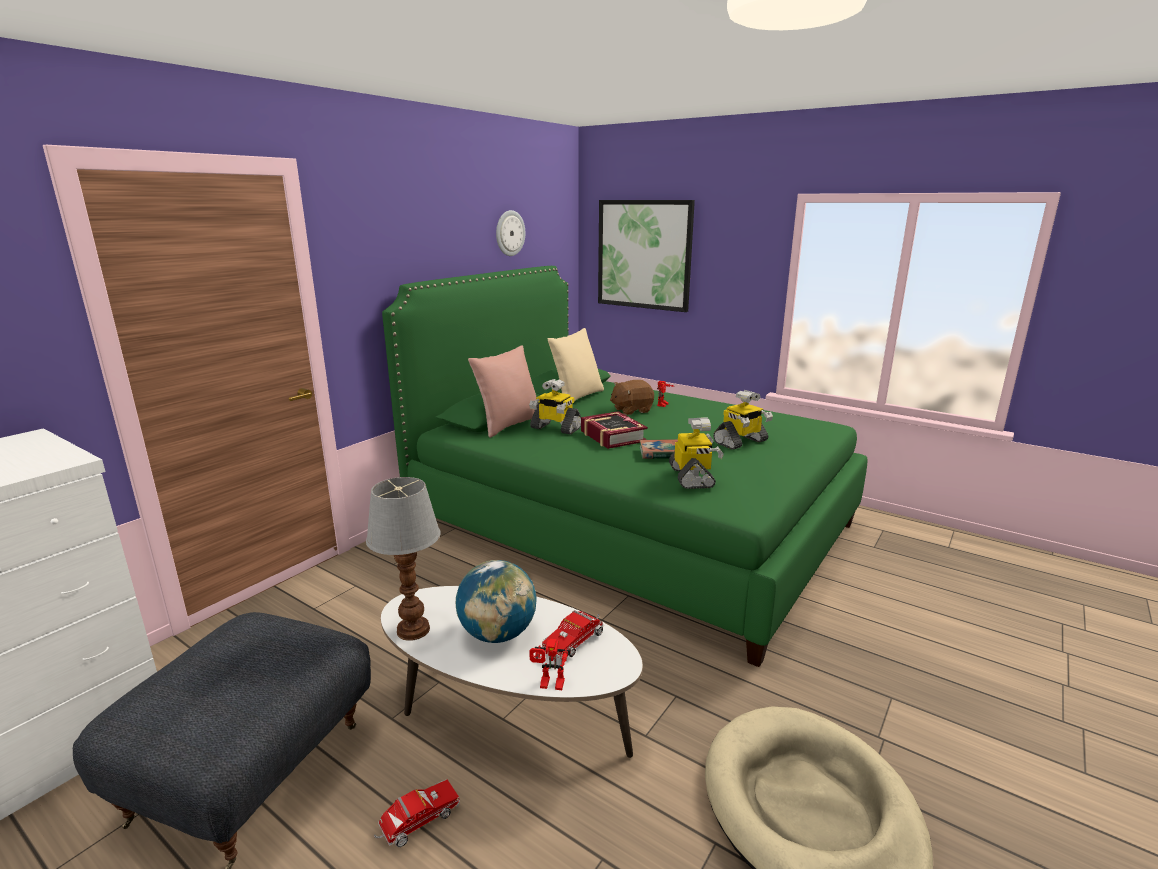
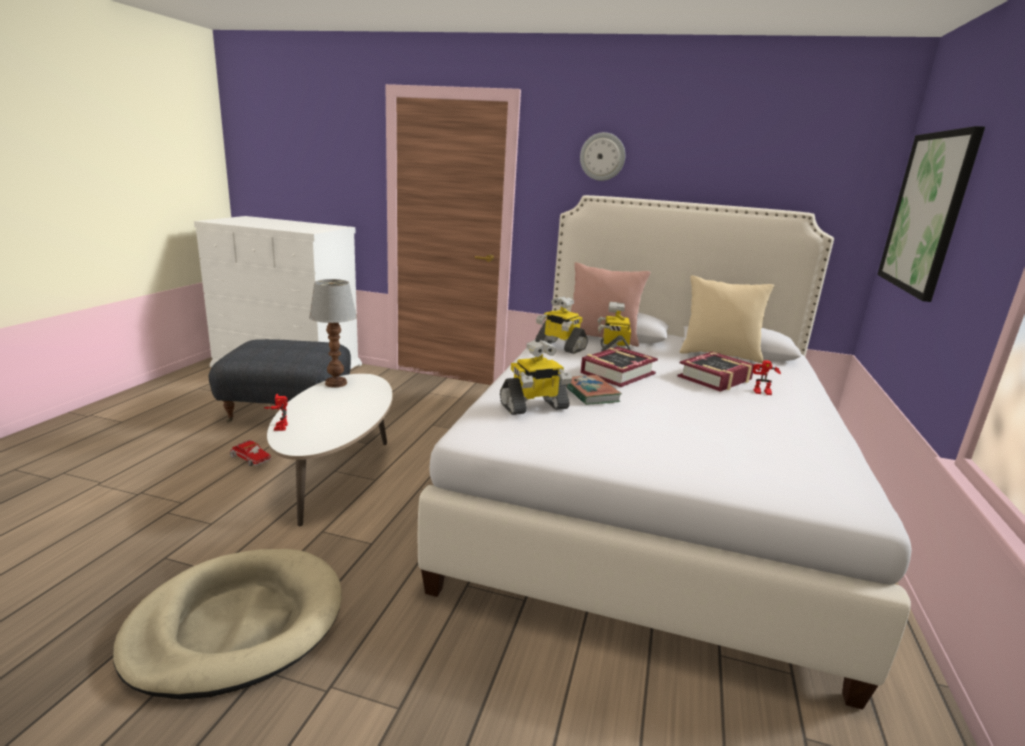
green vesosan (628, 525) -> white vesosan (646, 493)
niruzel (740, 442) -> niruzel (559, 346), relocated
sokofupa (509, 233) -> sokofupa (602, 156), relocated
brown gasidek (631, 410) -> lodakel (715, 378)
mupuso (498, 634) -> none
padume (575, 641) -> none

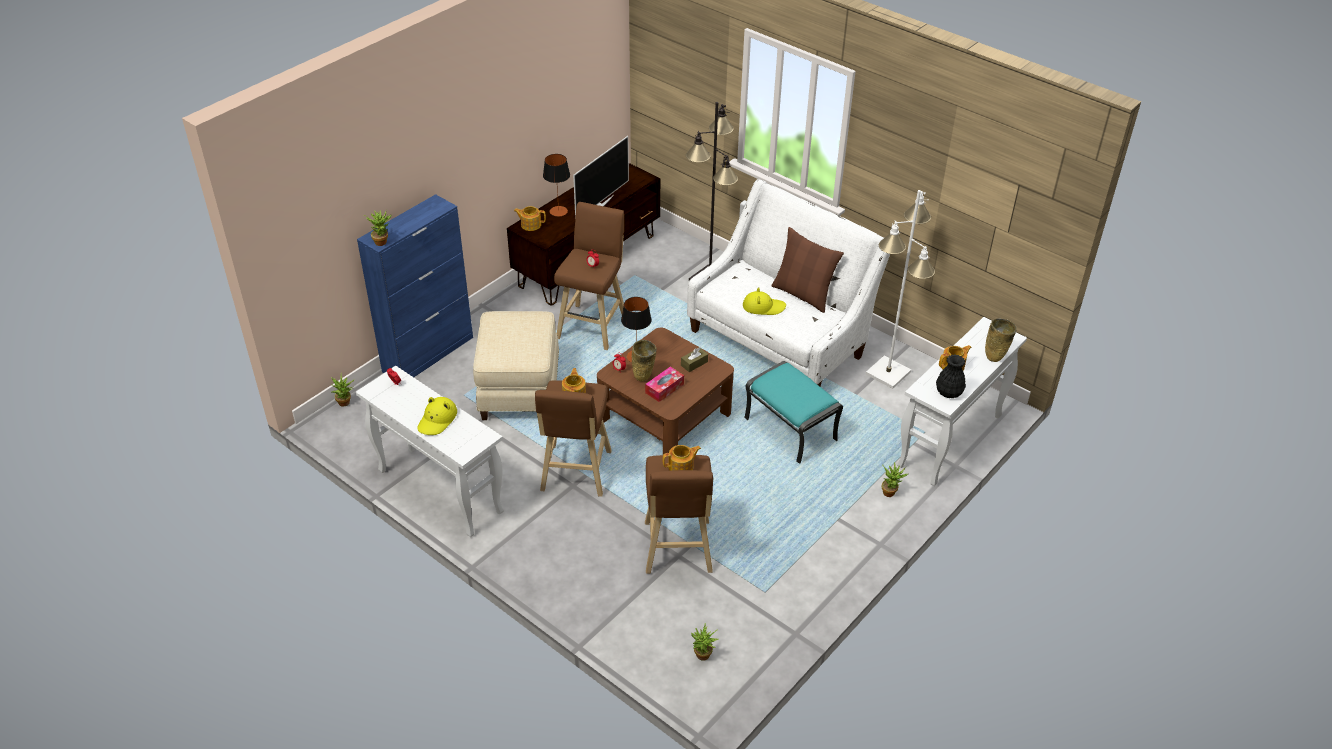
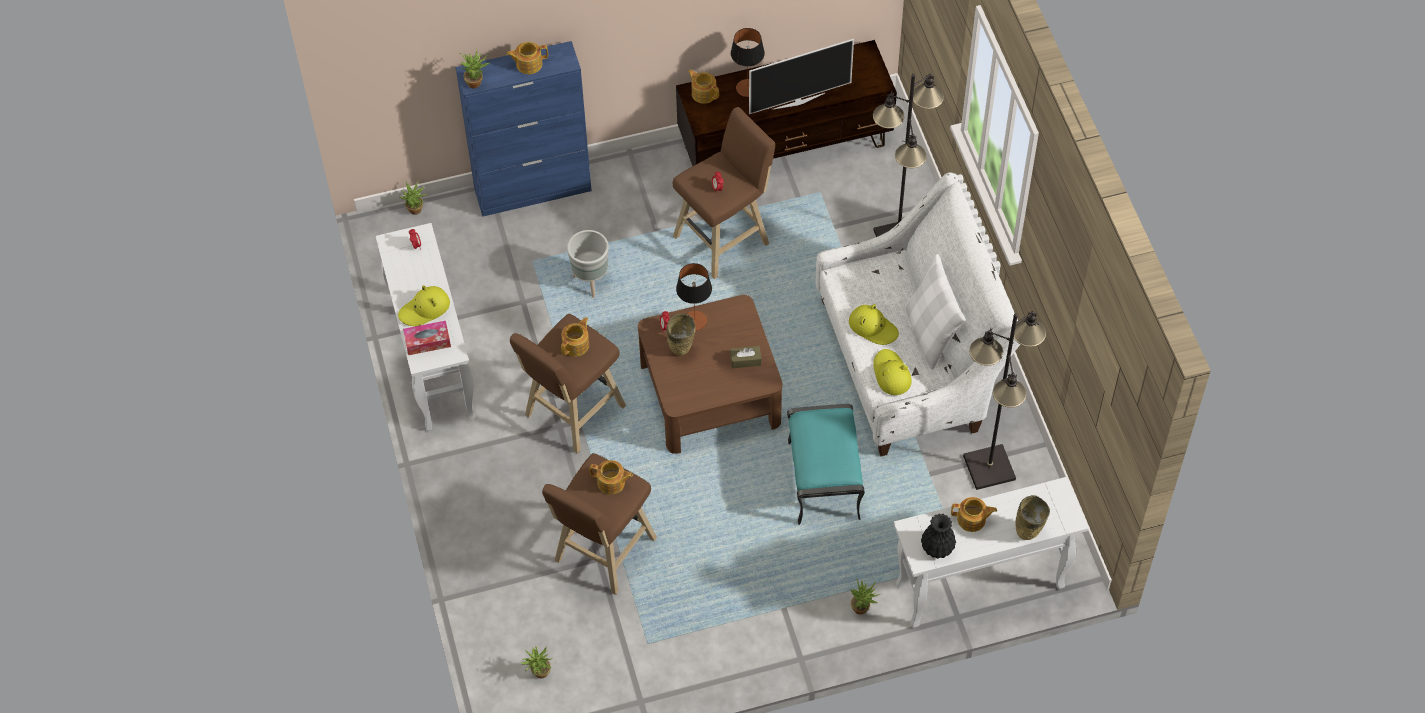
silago (664, 388) -> silago (427, 341), relocated
none -> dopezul (528, 64)
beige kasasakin (518, 388) -> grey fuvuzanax (590, 281)
none -> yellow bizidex (891, 374)
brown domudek (803, 294) -> white domudek (930, 333)
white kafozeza (888, 373) -> black kafozeza (990, 468)

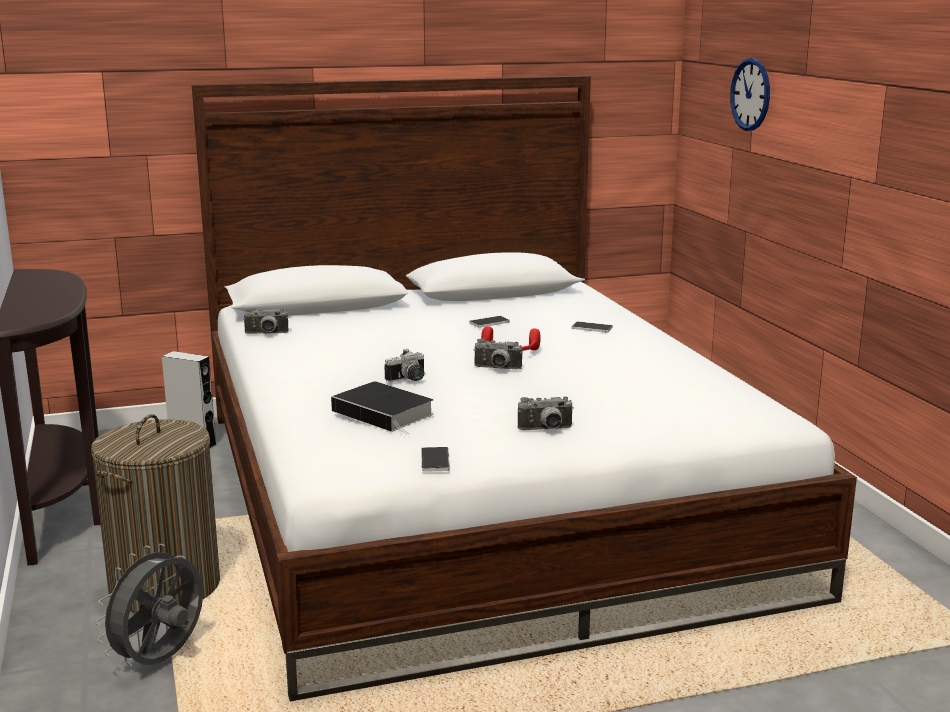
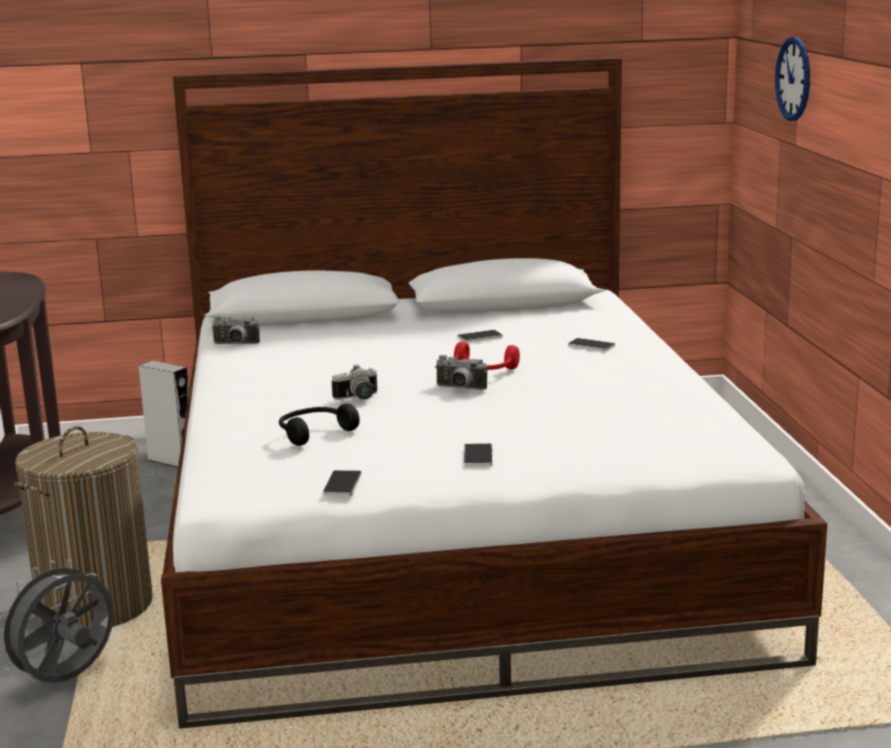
lodakel (385, 413) -> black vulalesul (314, 433)
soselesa (546, 430) -> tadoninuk (478, 457)

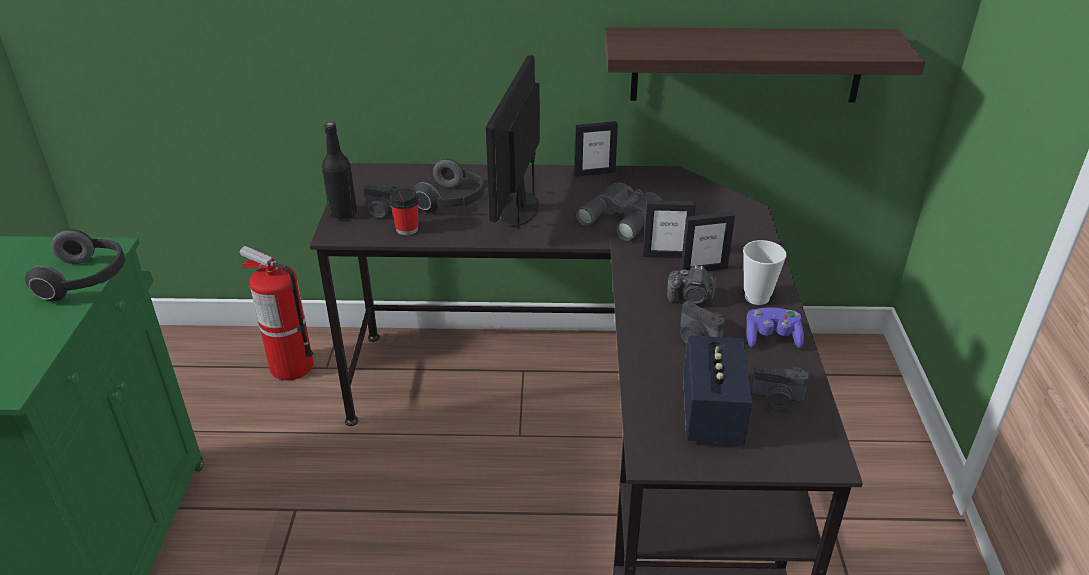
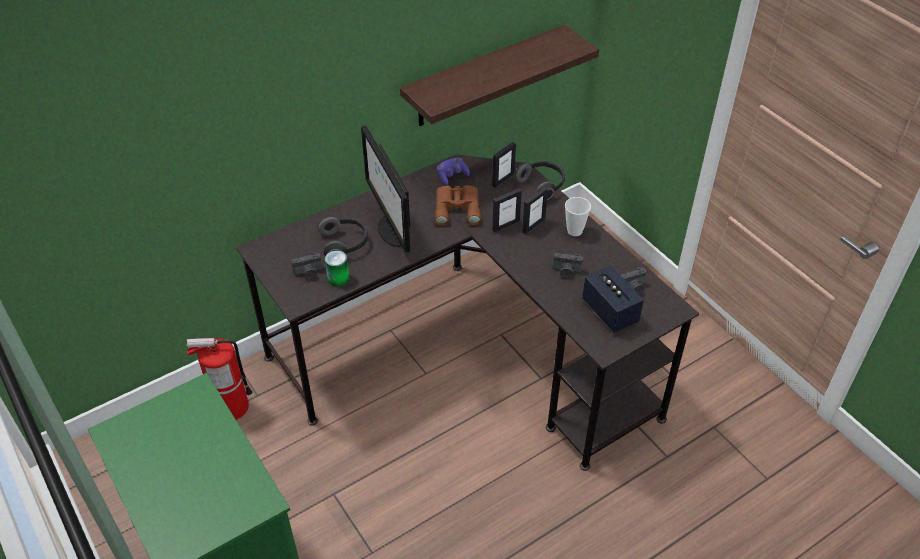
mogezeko (407, 229) -> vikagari (338, 278)
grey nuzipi (623, 216) -> brown nuzipi (457, 208)
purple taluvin (771, 338) -> purple taluvin (452, 176), relocated
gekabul (594, 173) -> gekabul (503, 179), relocated
vulalesul (86, 280) -> vulalesul (542, 186), relocated
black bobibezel (343, 213) -> none
soselesa (691, 298) -> none

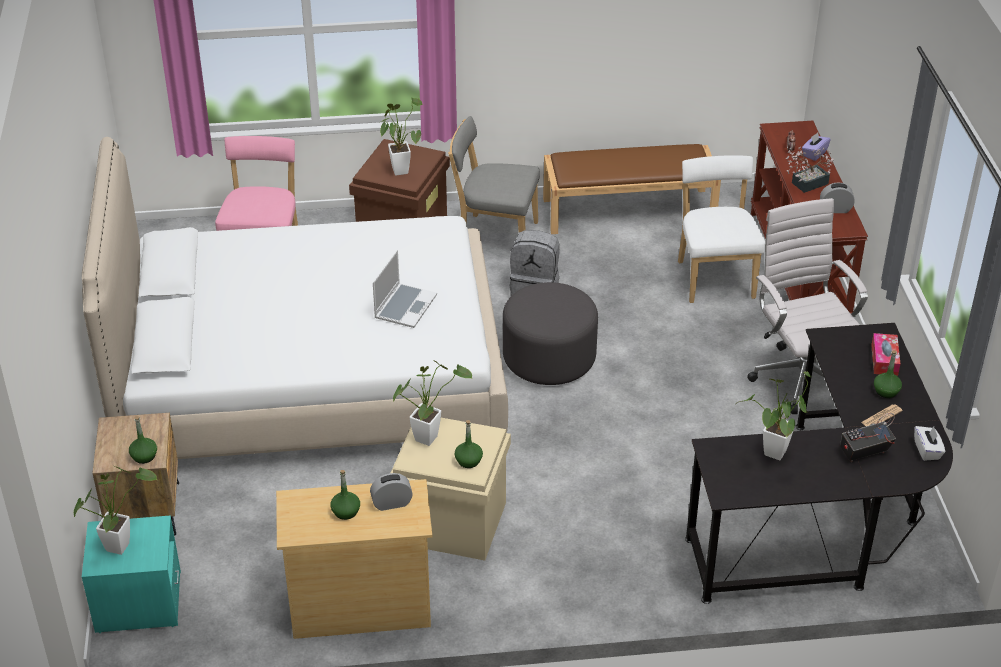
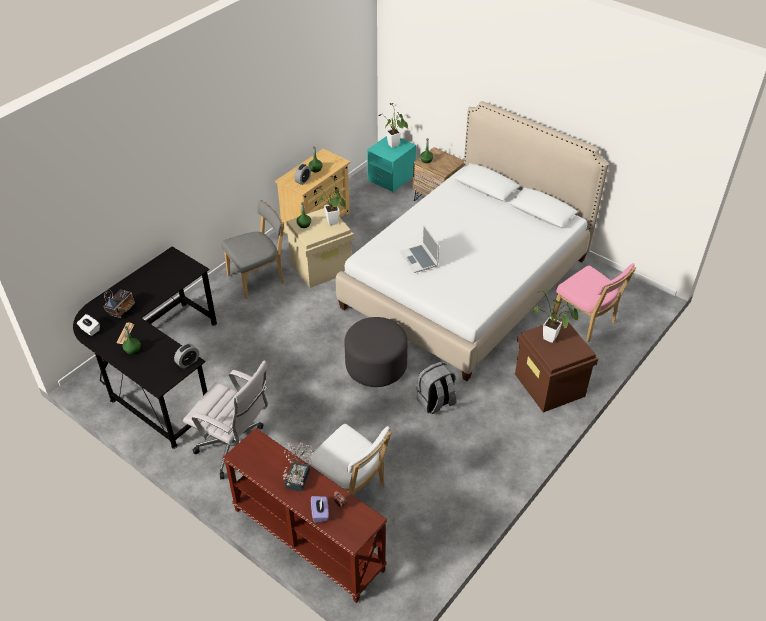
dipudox (835, 209) -> dipudox (188, 362), relocated
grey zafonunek (494, 236) -> grey zafonunek (258, 278), relocated
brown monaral (629, 210) -> none
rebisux (772, 456) -> none
silago (884, 360) -> none

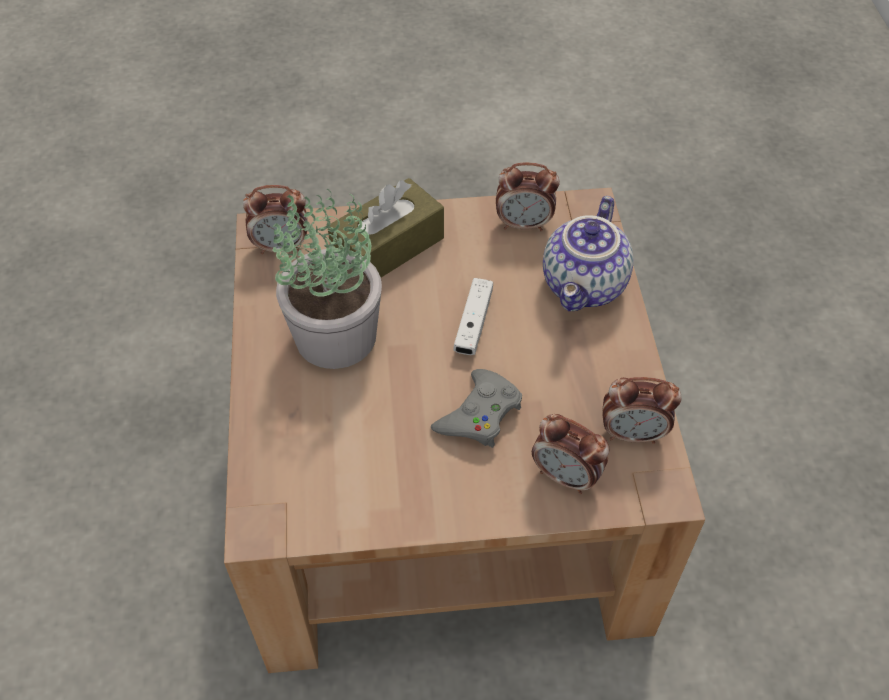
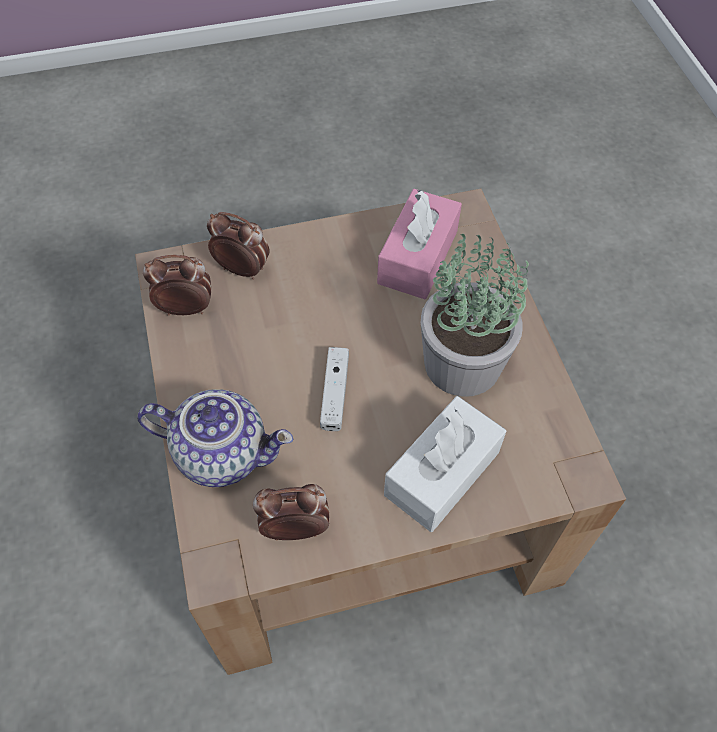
dopezul (585, 286) -> dopezul (223, 452), 90 degrees clockwise
none -> pink silago (418, 257)
brown silago (388, 247) -> white silago (442, 473)
dipudox (281, 246) -> none
grey taluvin (479, 414) -> none

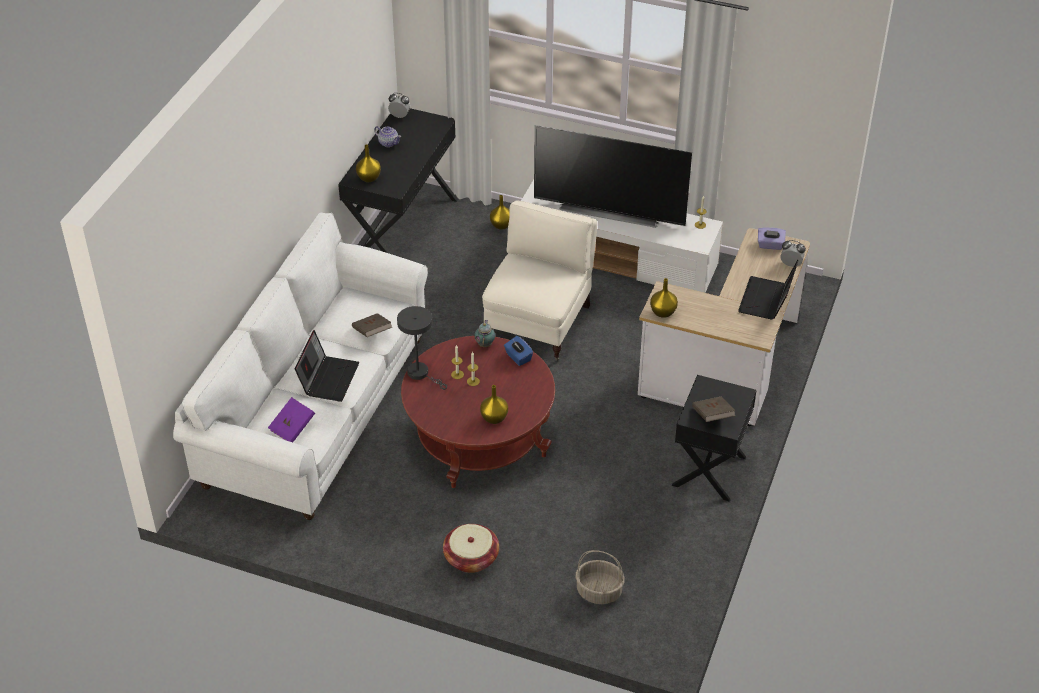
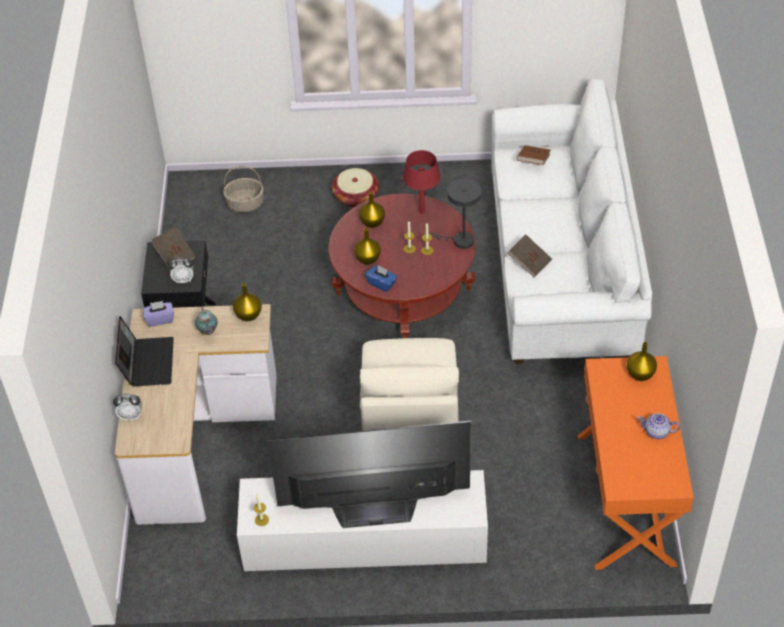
purple silago (770, 245) -> purple silago (160, 319), relocated
dipudox (399, 116) -> dipudox (183, 279), relocated
dopezul (485, 344) -> dopezul (208, 332), relocated
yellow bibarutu (501, 225) -> yellow bibarutu (368, 259), relocated
none -> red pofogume (421, 212)
purple lodakel (292, 428) -> brown lodakel (533, 162)
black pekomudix (403, 230) -> orange pekomudix (626, 498)
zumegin (328, 378) -> none

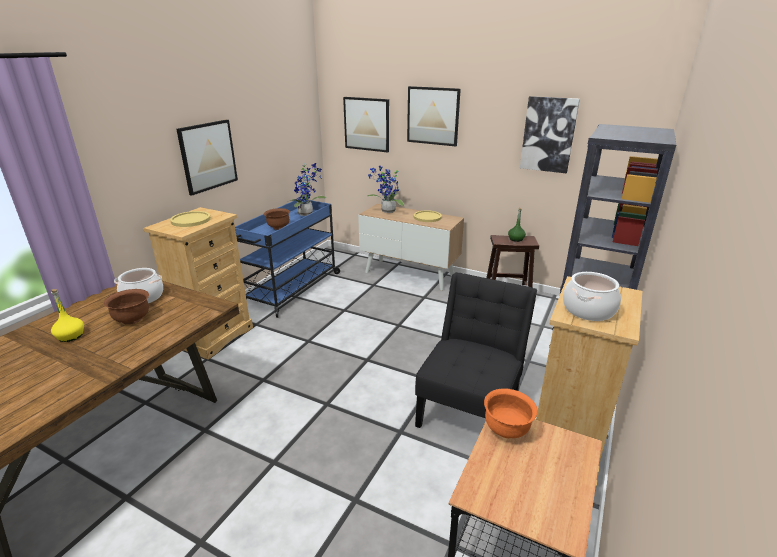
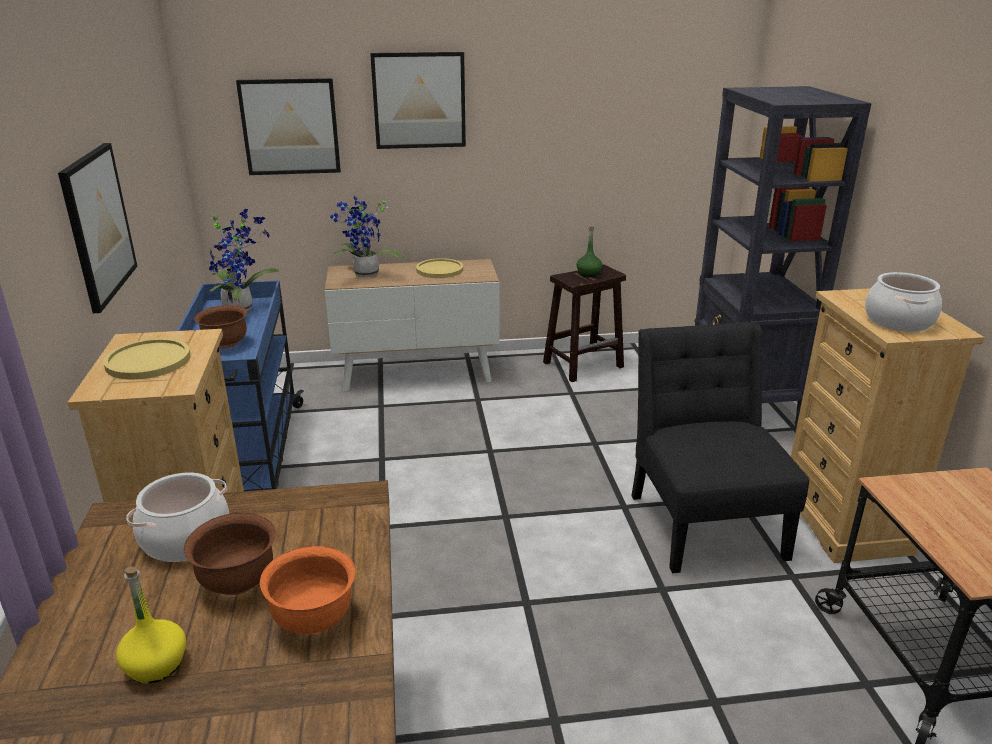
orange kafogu (506, 430) -> orange kafogu (313, 619), relocated
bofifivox (548, 134) -> none

